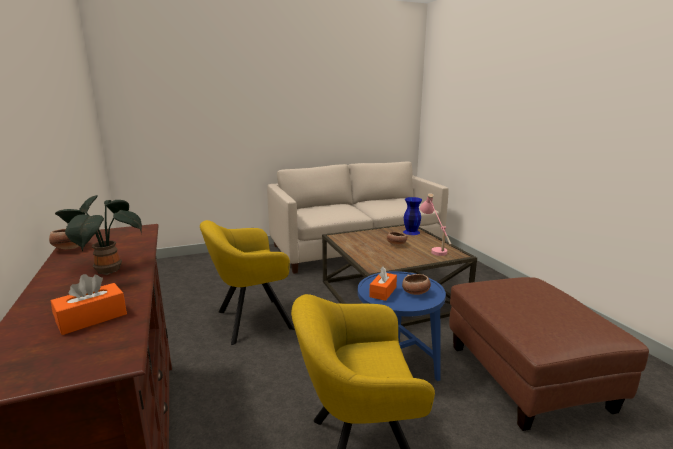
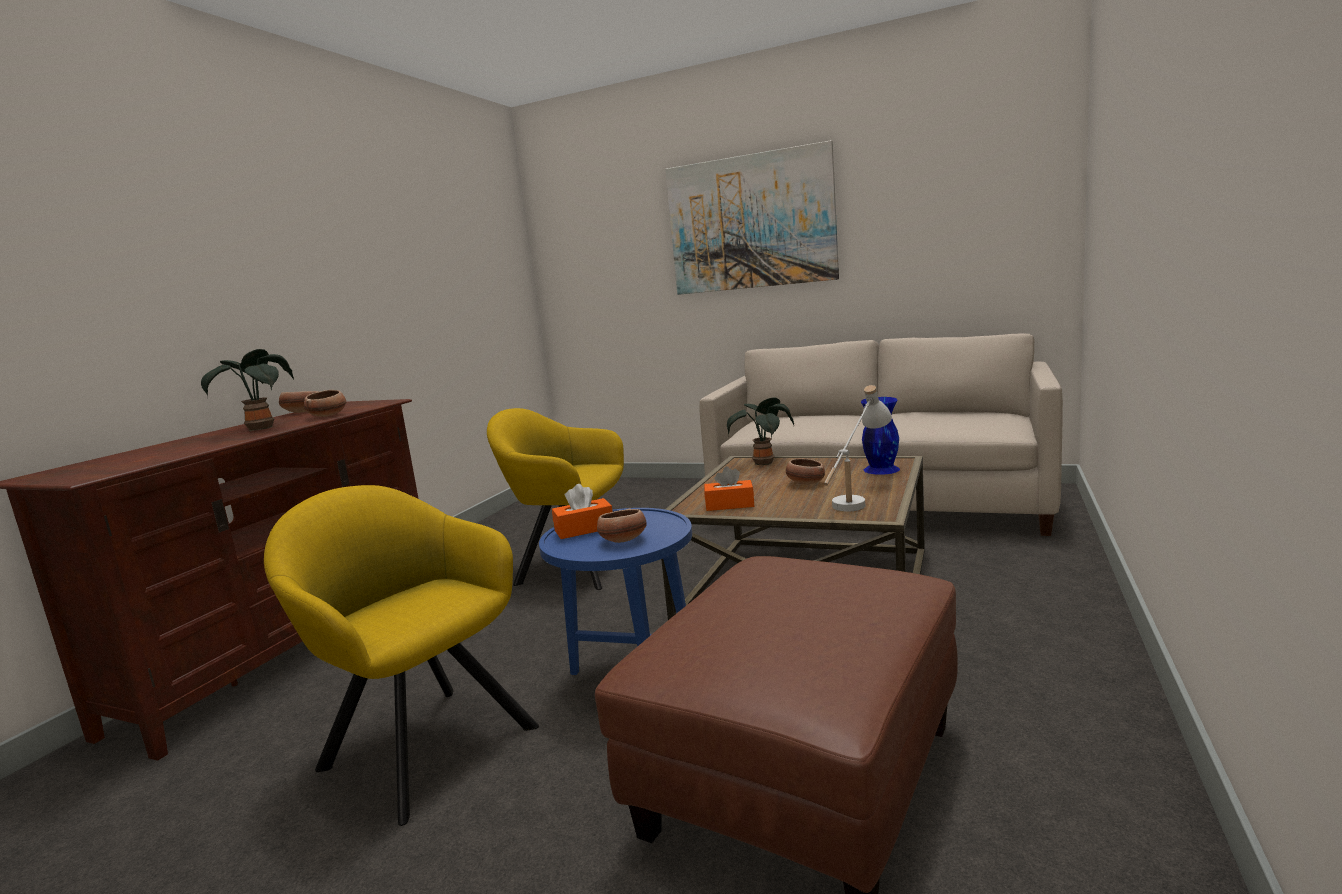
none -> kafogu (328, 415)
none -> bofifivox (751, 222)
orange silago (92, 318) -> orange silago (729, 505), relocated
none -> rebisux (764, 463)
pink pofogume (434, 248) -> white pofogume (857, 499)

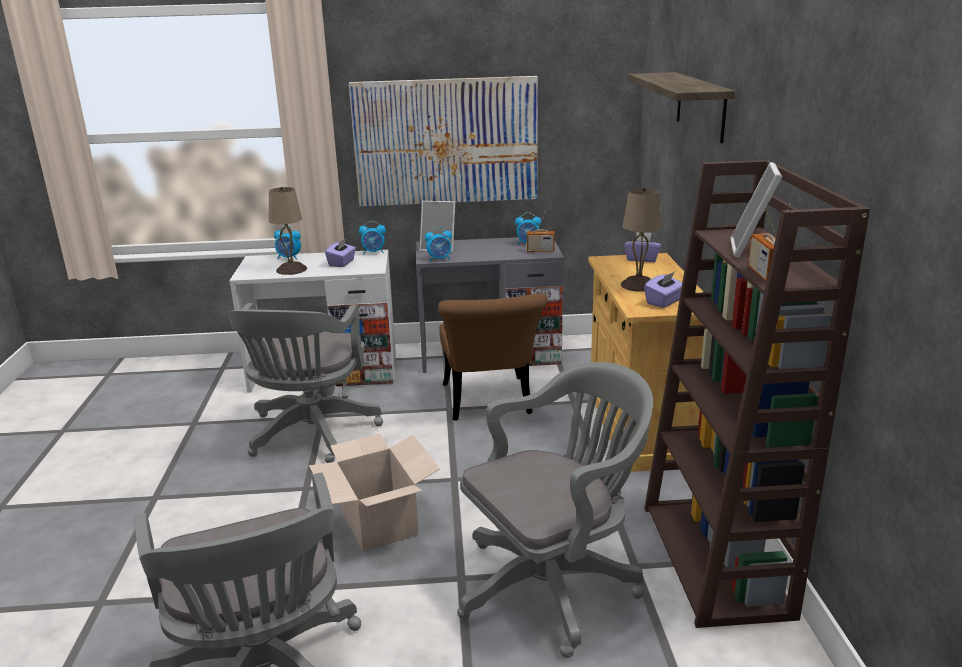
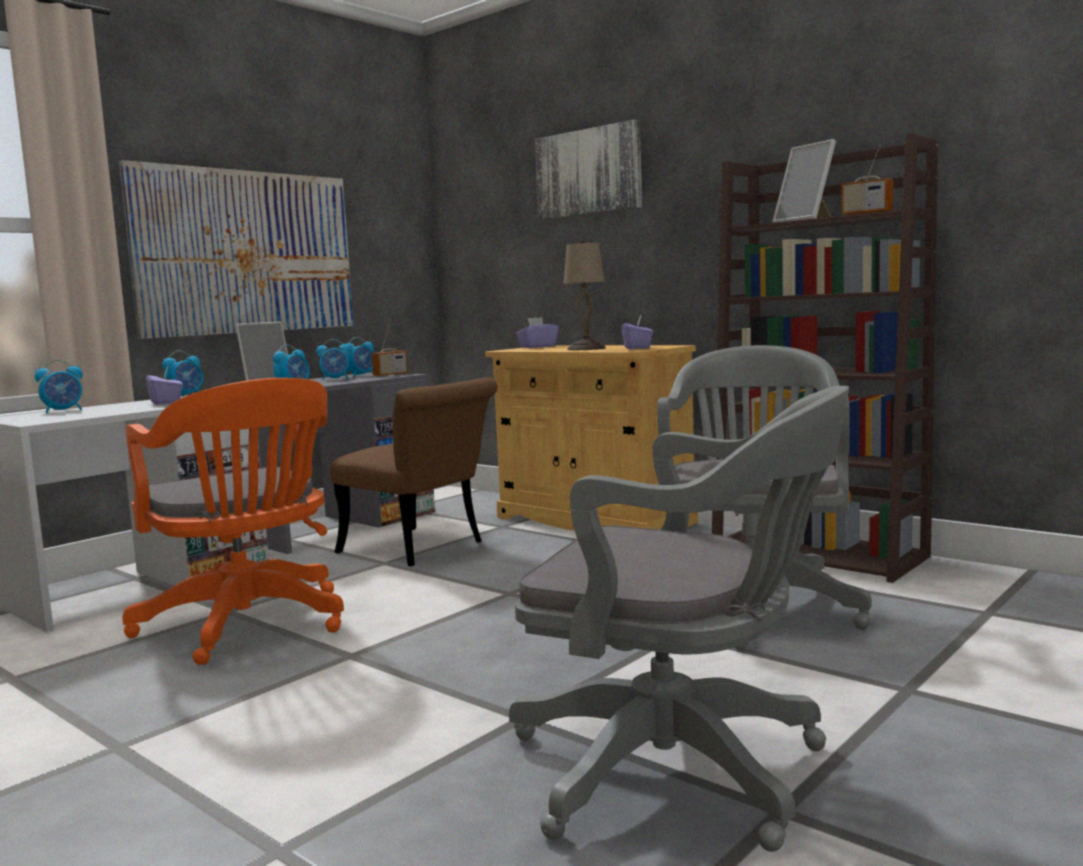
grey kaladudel (310, 435) -> orange kaladudel (249, 626)
none -> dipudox (335, 379)
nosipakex (700, 106) -> bofifivox (589, 172)
beige pofogume (291, 269) -> none
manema (380, 523) -> none

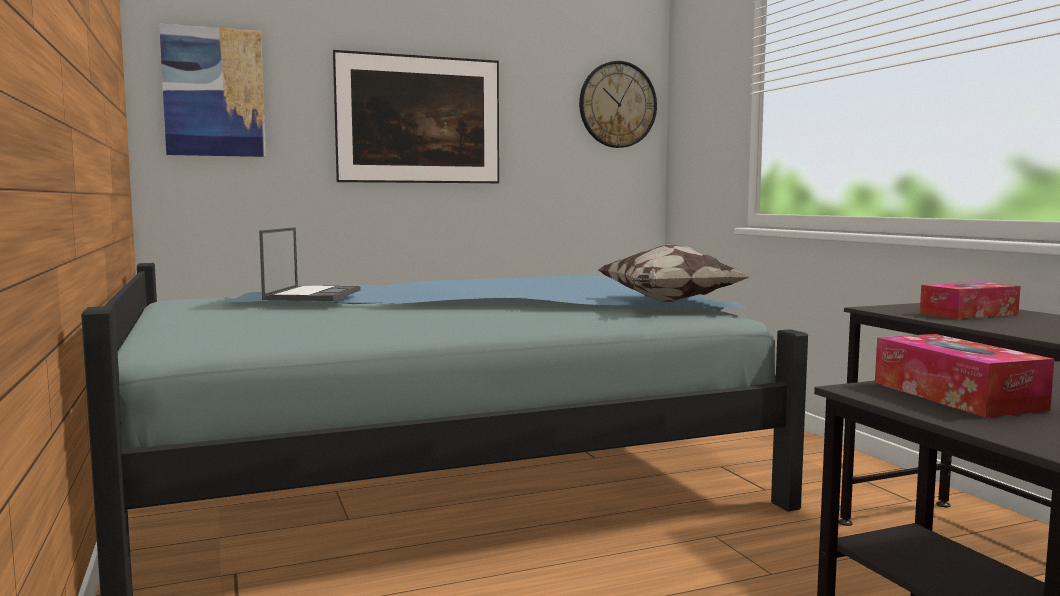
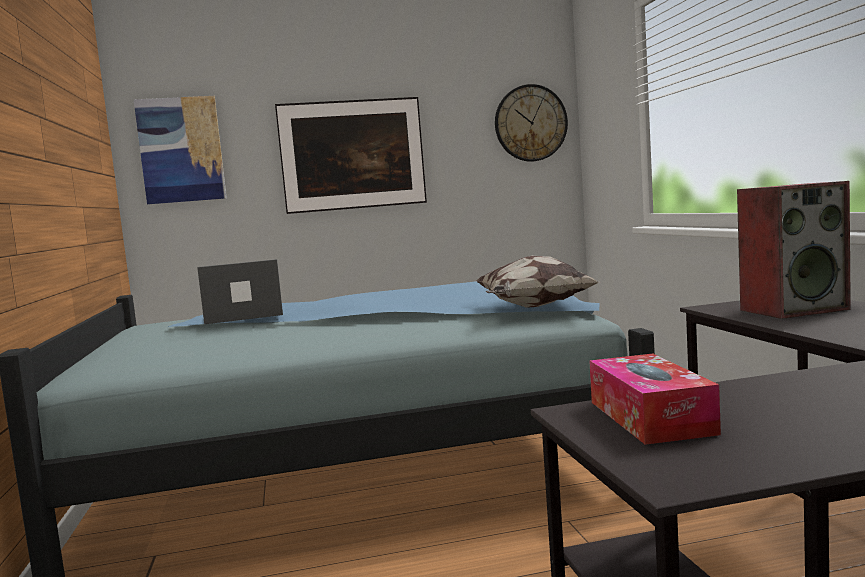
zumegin (313, 295) -> zumegin (242, 316), 120 degrees counterclockwise
silago (968, 313) -> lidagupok (793, 309)

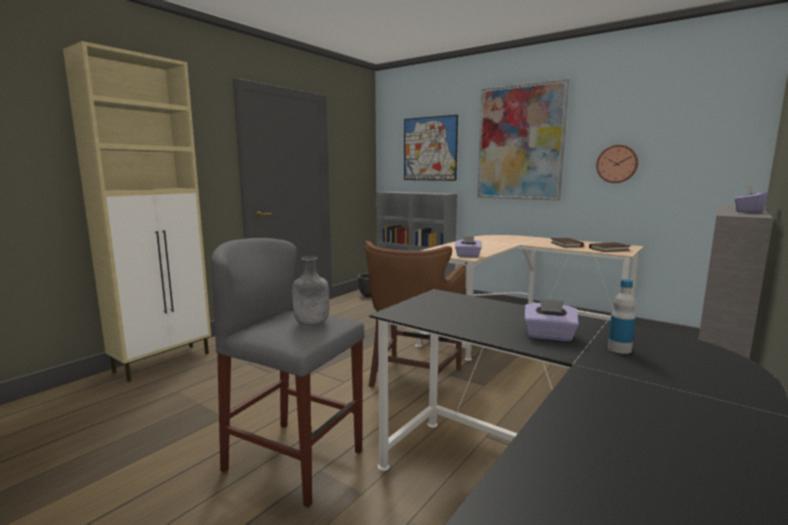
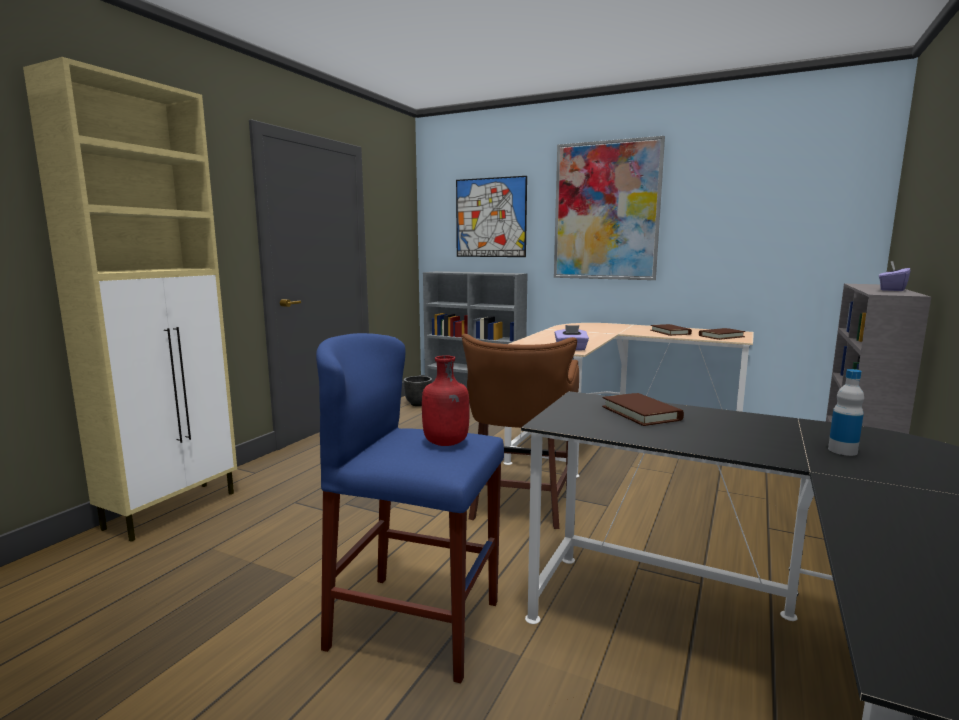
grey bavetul (294, 460) -> blue bavetul (415, 624)
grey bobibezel (311, 324) -> red bobibezel (446, 443)
none -> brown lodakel (641, 413)
purple silago (549, 336) -> none
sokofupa (617, 164) -> none

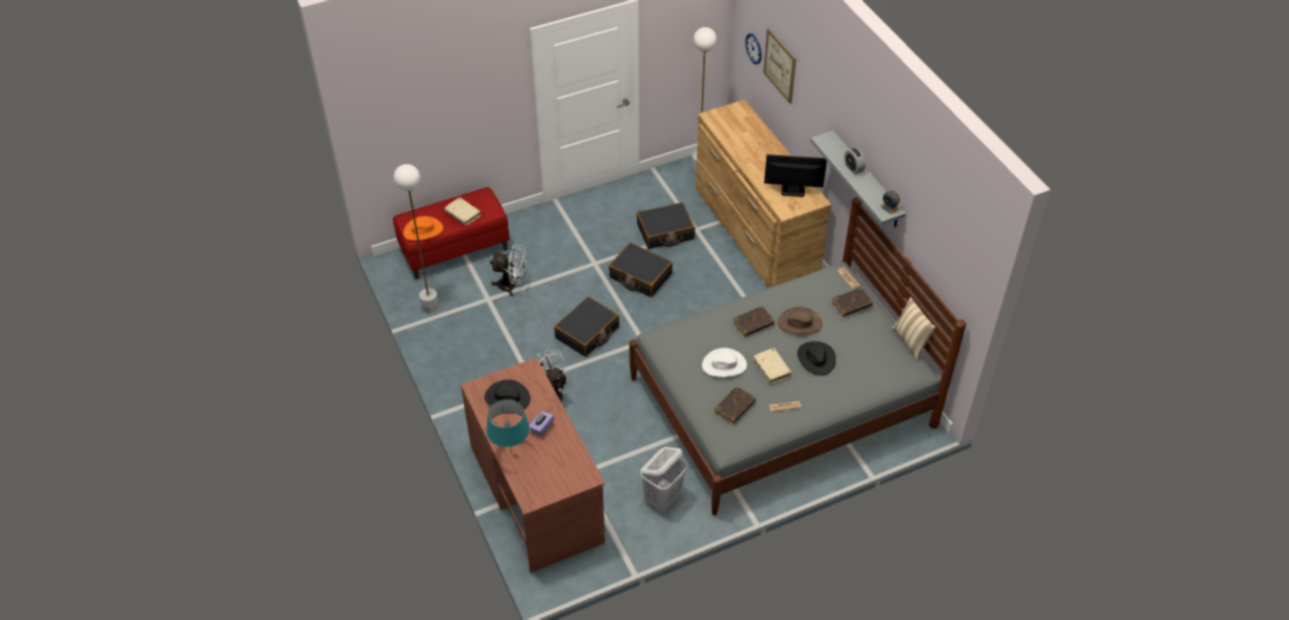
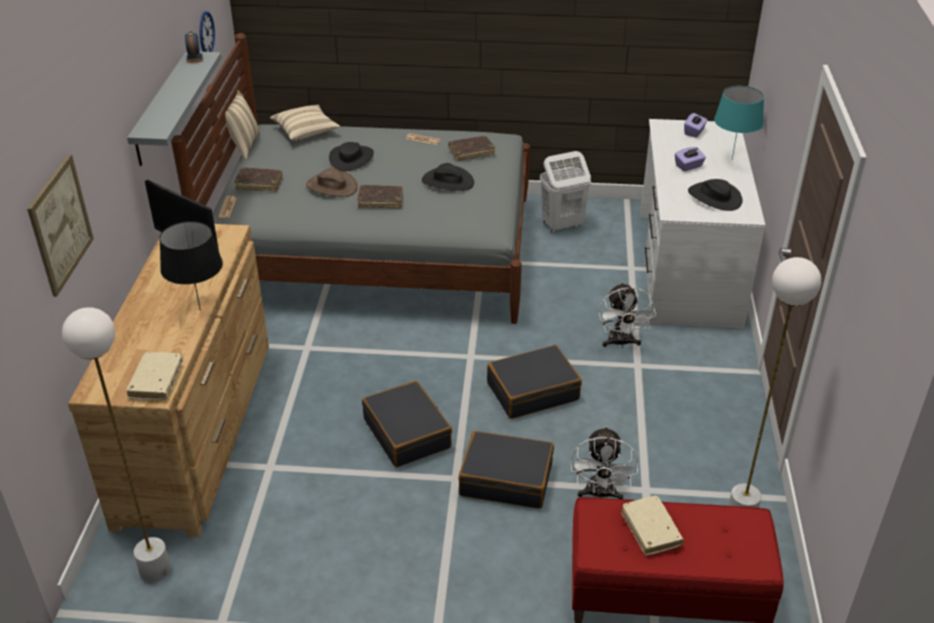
beige lodakel (771, 368) -> beige lodakel (156, 381), relocated
none -> black pofogume (200, 310)
sokofupa (754, 48) -> sokofupa (206, 33), relocated
none -> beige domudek (306, 132)
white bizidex (724, 365) -> black bizidex (447, 181)
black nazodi (665, 232) -> black nazodi (506, 479), relocated
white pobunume (511, 286) -> white pobunume (600, 495), 120 degrees counterclockwise
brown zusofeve (536, 492) -> white zusofeve (687, 268)
none -> purple silago (694, 132)
orange bizidex (423, 230) -> none
dipudox (853, 168) -> none

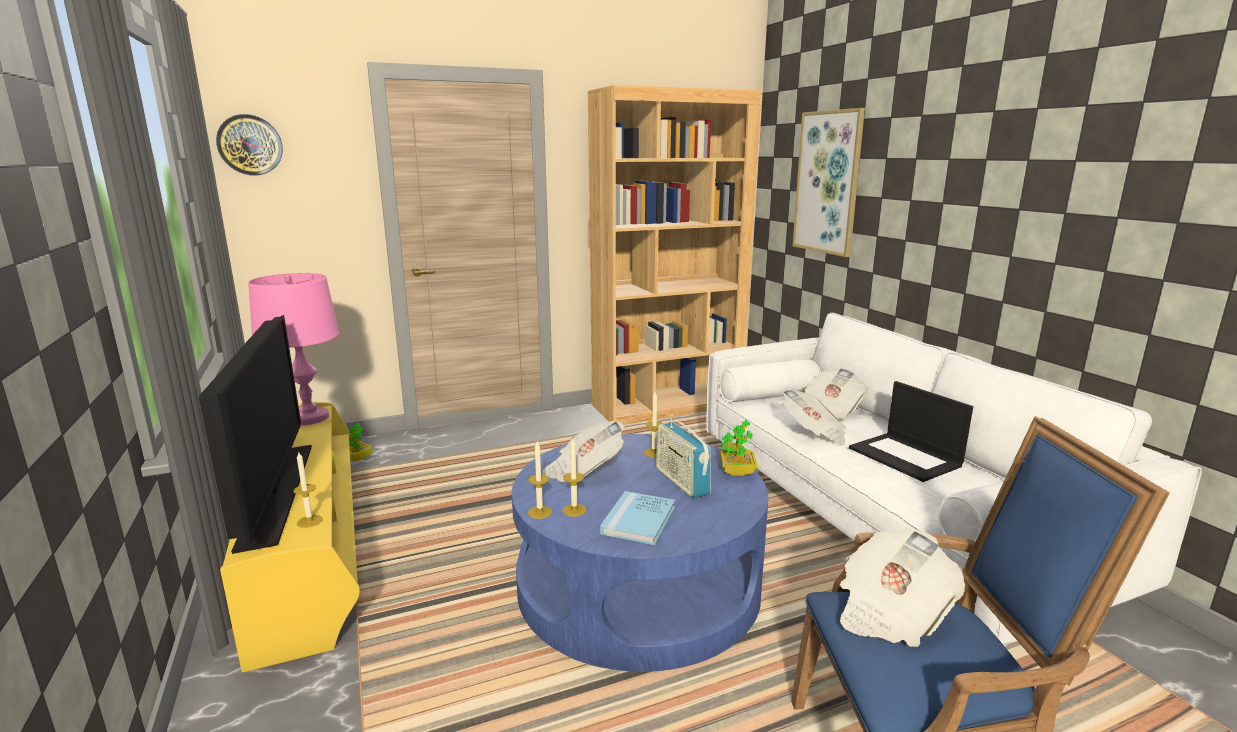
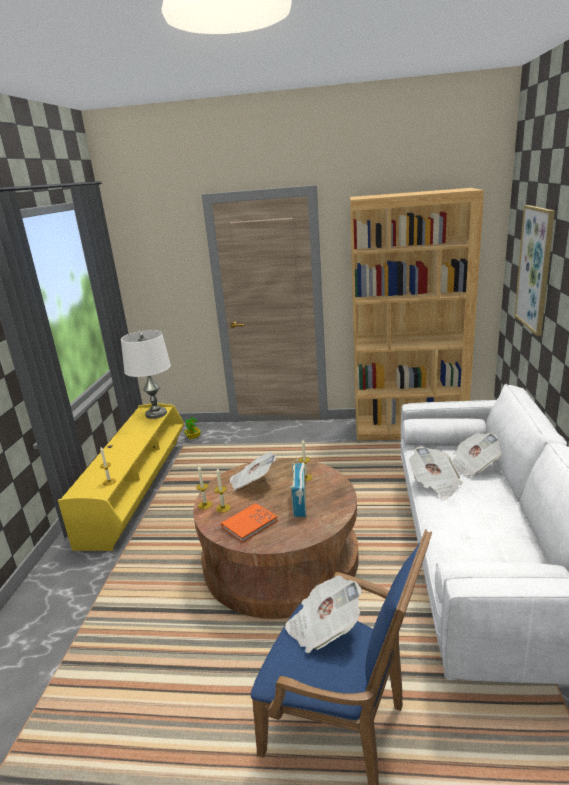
pink pofogume (309, 418) -> white pofogume (156, 414)
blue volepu (638, 583) -> brown volepu (280, 558)
blue lodakel (638, 521) -> orange lodakel (249, 524)
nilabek (275, 493) -> none
sokofupa (250, 145) -> none
rebisux (737, 472) -> none
zumegin (906, 457) -> none

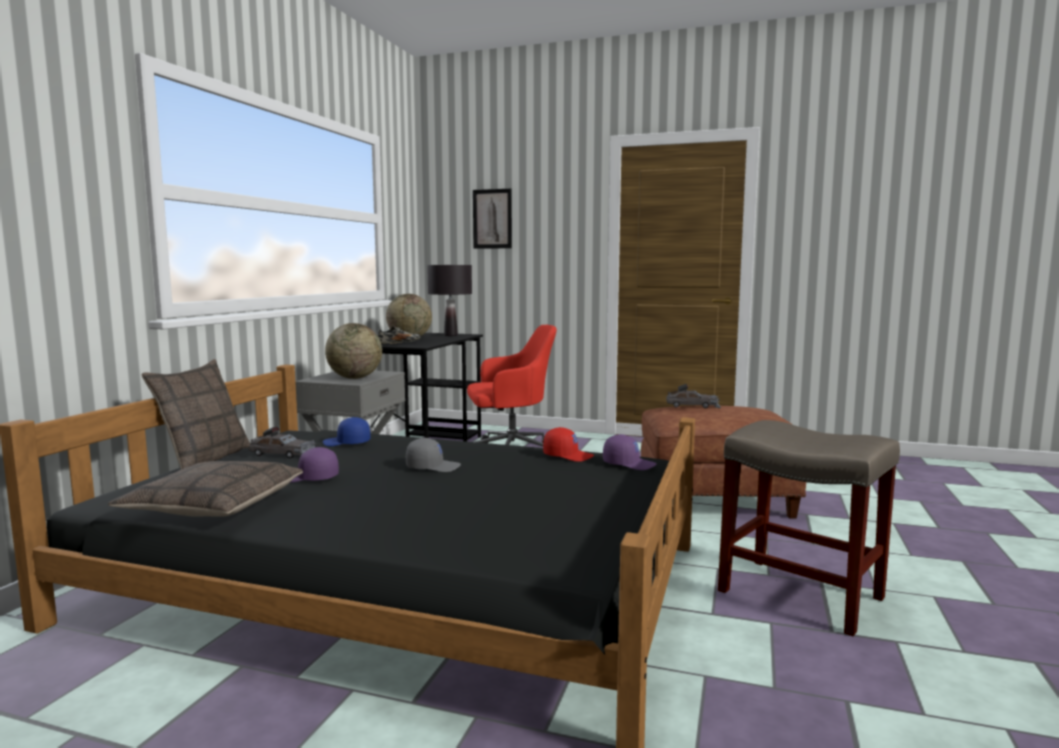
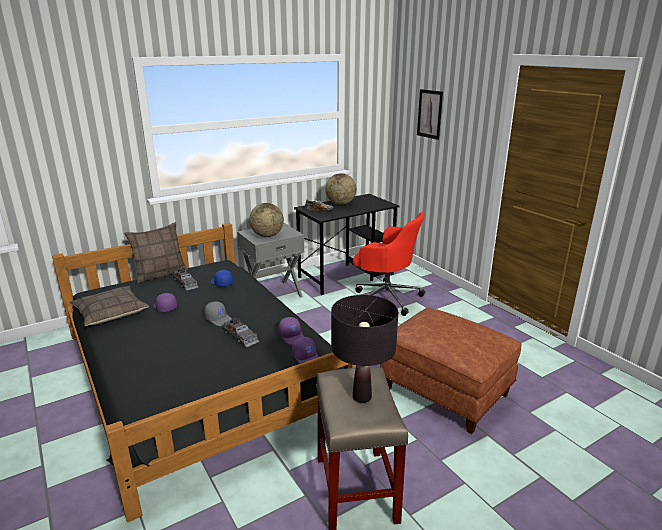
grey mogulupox (693, 406) -> grey mogulupox (240, 336), relocated
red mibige (568, 456) -> purple mibige (292, 336)
black pofogume (451, 335) -> black pofogume (362, 397), relocated

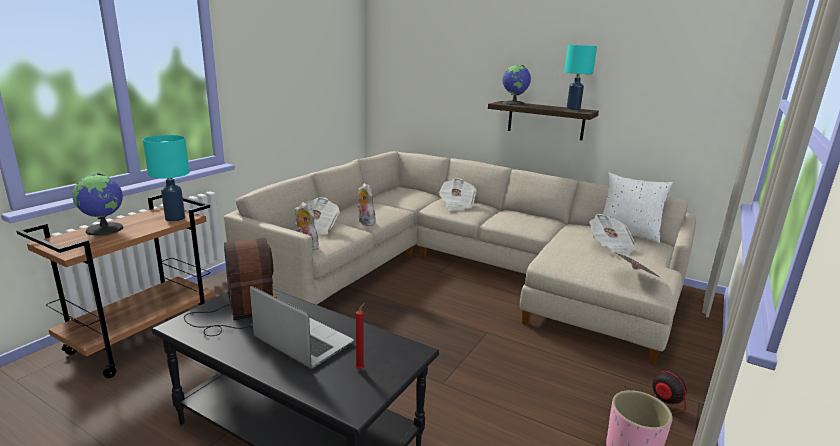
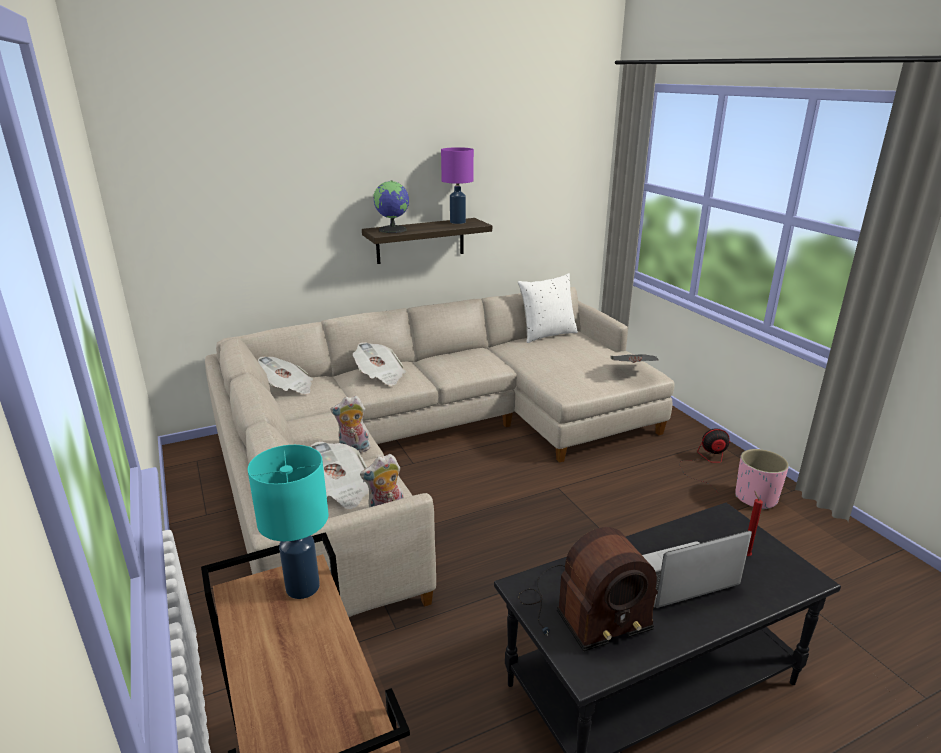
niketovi (610, 247) -> niketovi (288, 388), relocated
turquoise pofogume (573, 109) -> purple pofogume (457, 222)
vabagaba (237, 312) -> vabagaba (581, 611), 150 degrees clockwise
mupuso (105, 229) -> none

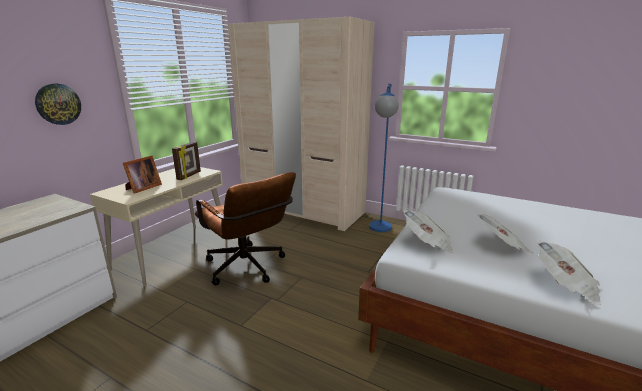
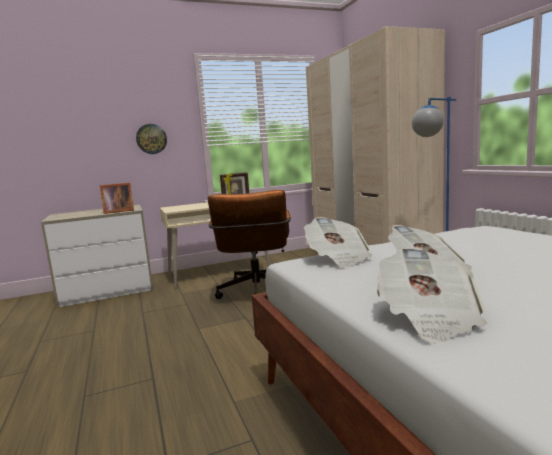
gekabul (142, 188) -> gekabul (117, 211), relocated

